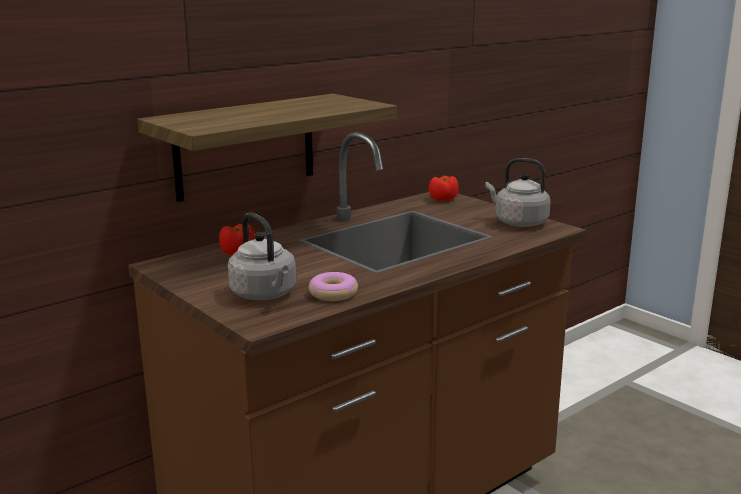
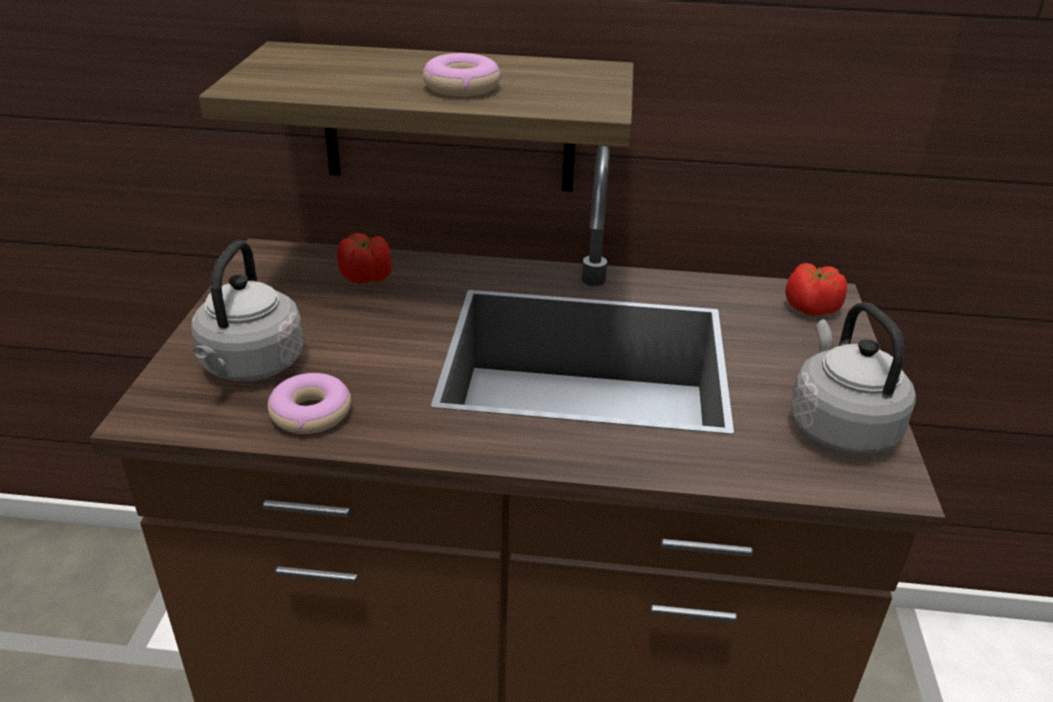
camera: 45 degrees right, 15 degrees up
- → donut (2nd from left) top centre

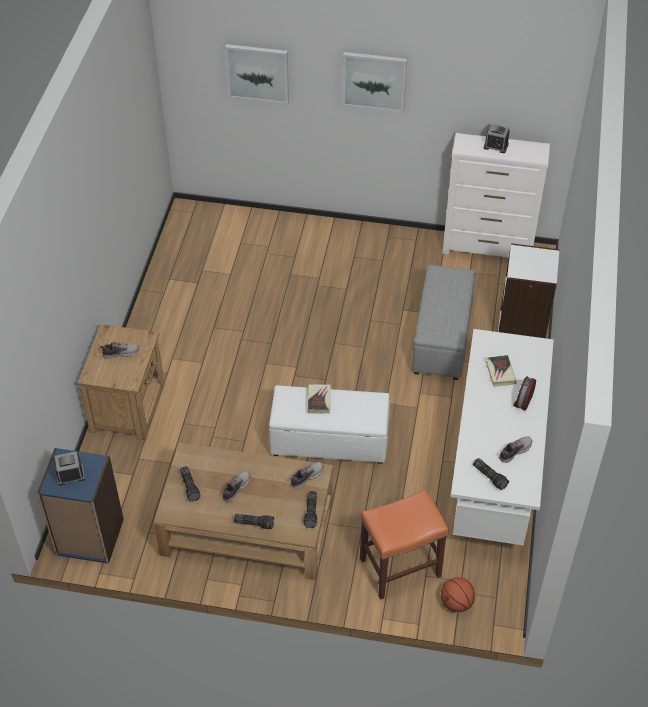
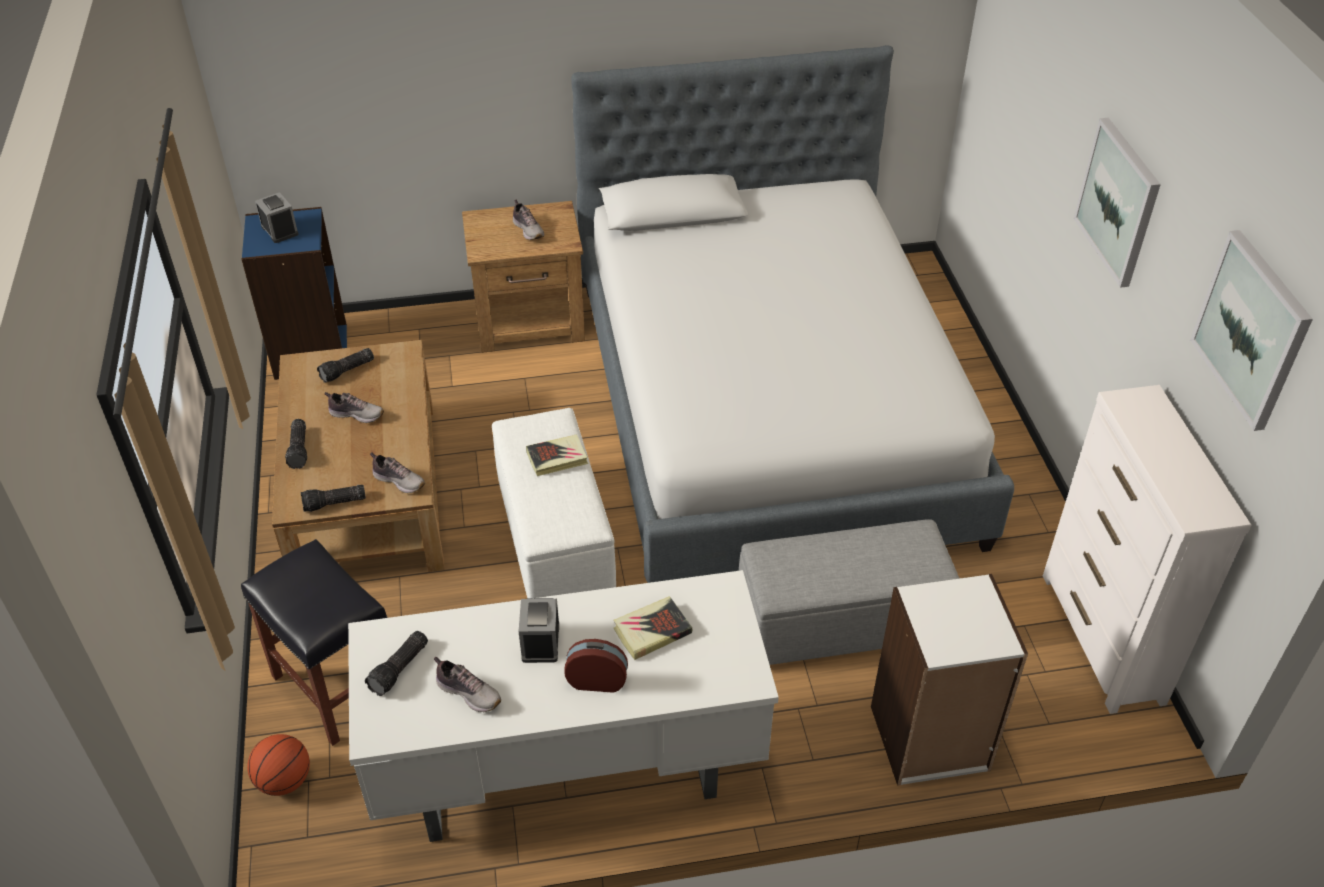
camera: 70 degrees right, 5 degrees down
orange stool bottom centre → black stool bottom left
alarm clock (2nd from left) top right → alarm clock (2nd from left) bottom centre, move
- → bed centre
picture (1st from left in the first image) top centre → picture (2nd from left) middle right, move

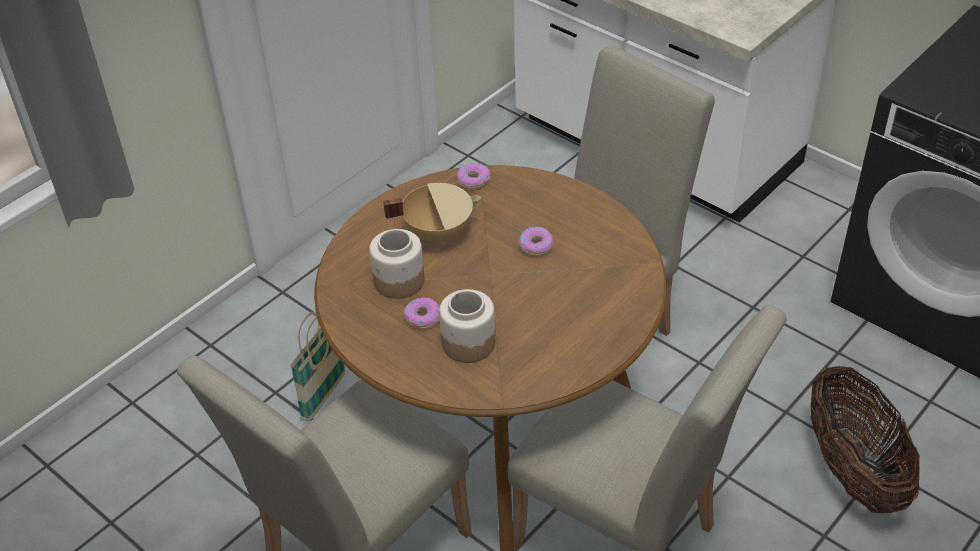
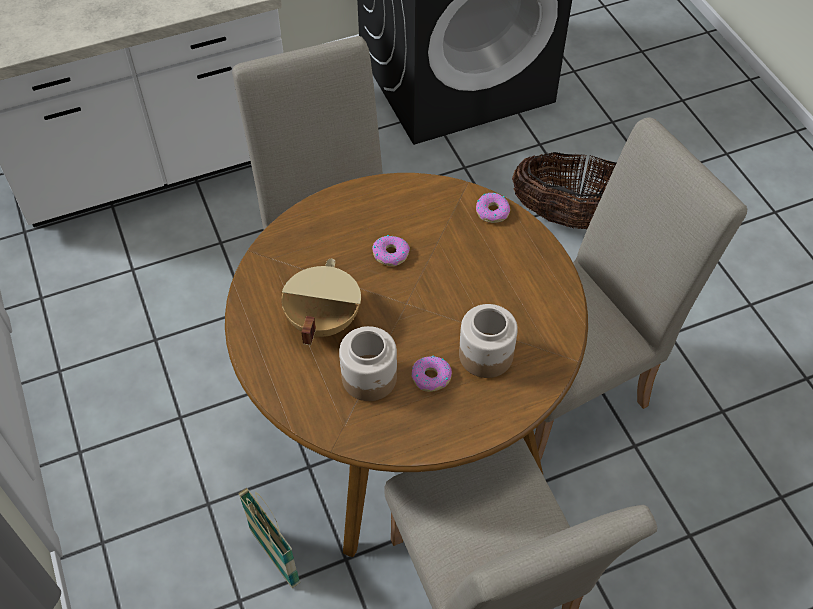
camera: 65 degrees left, 10 degrees up
donut (2nd from left in the first image) top centre → donut (3rd from left) centre, move

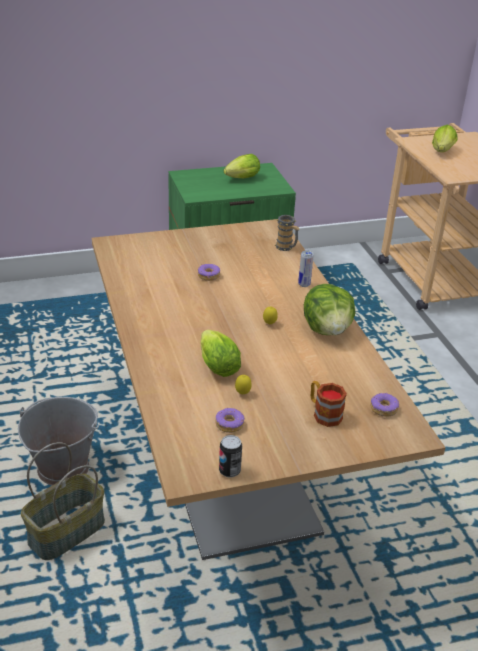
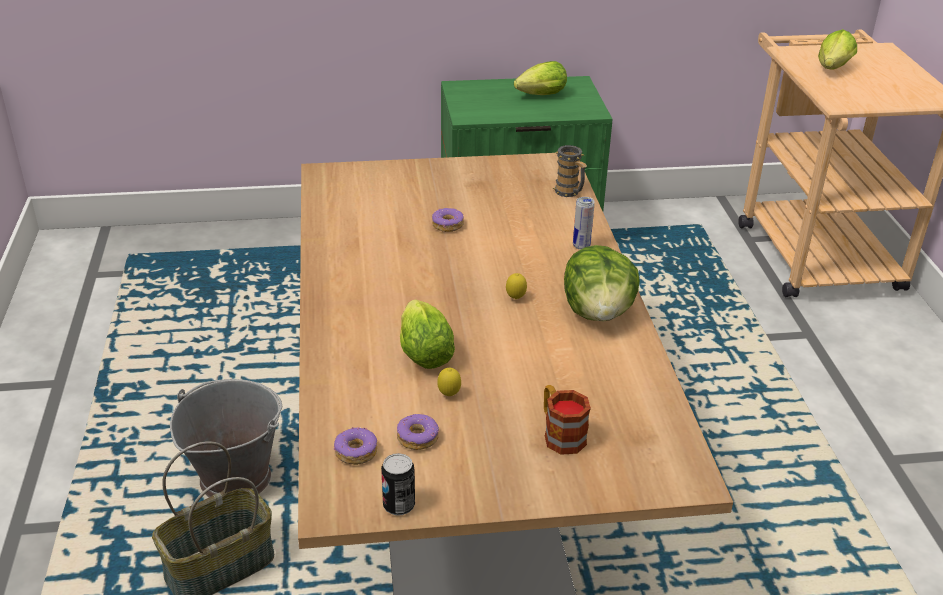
camera: 10 degrees right, 0 degrees up
donut (3rd from left in the first image) middle right → donut (1st from left) bottom centre, move

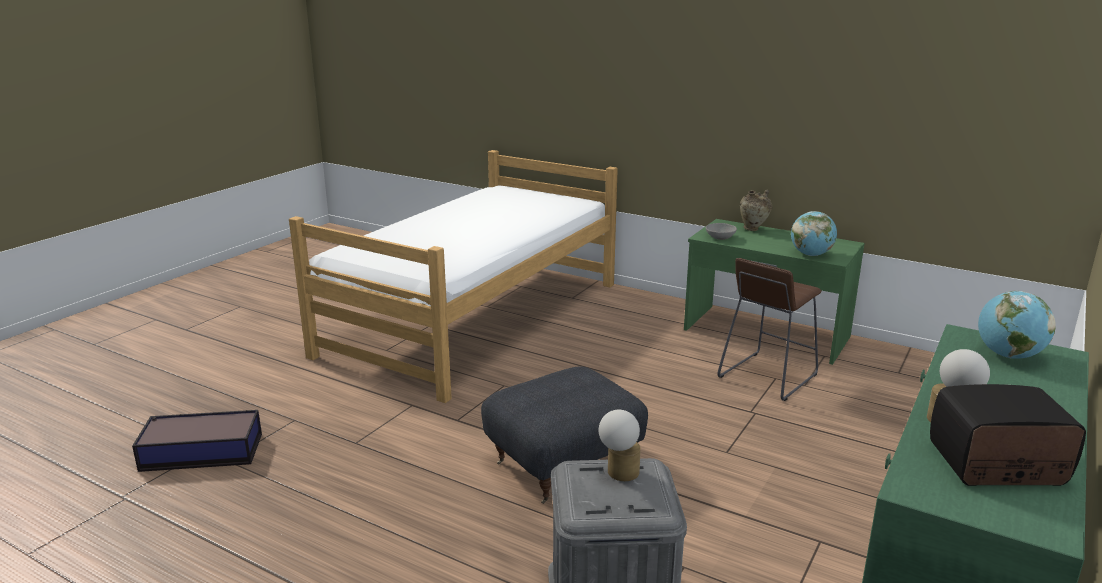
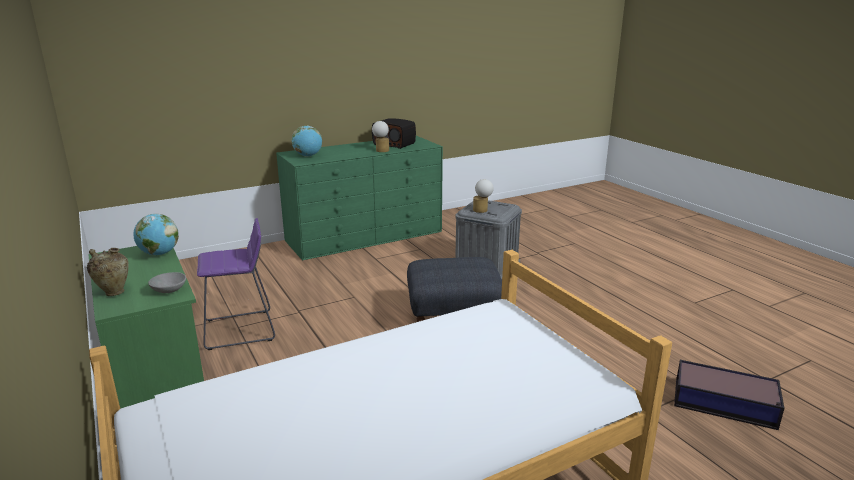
camera: 150 degrees left, 0 degrees up
brown stool middle right → purple stool middle left

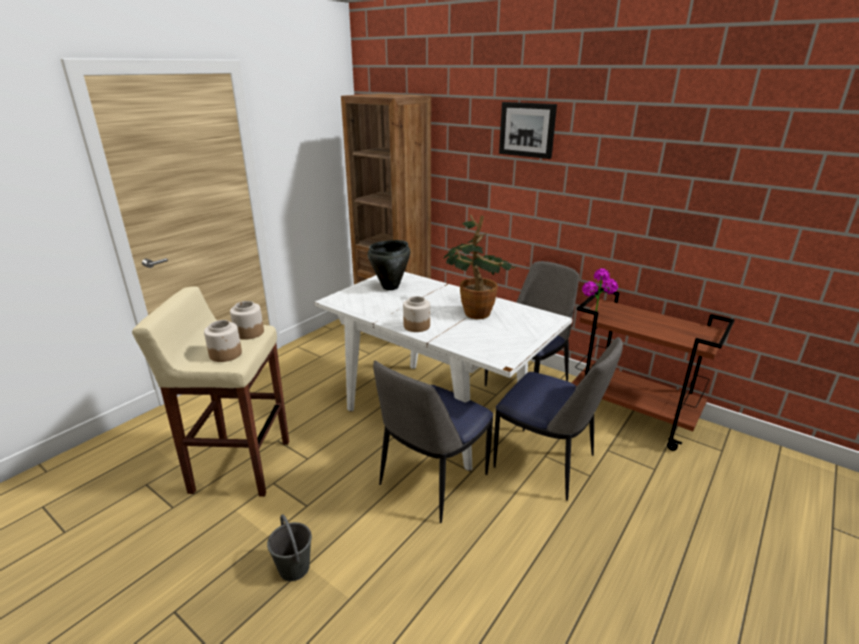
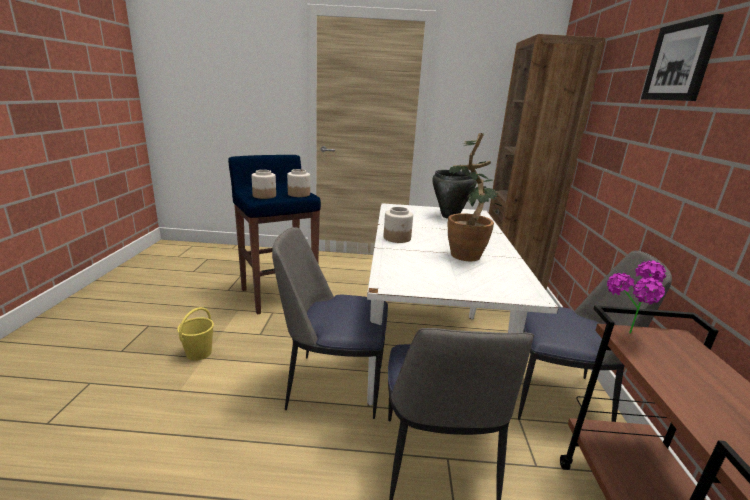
camera: 55 degrees right, 5 degrees down
grey bucket bottom centre → yellow bucket bottom left
beige stool middle left → blue stool centre

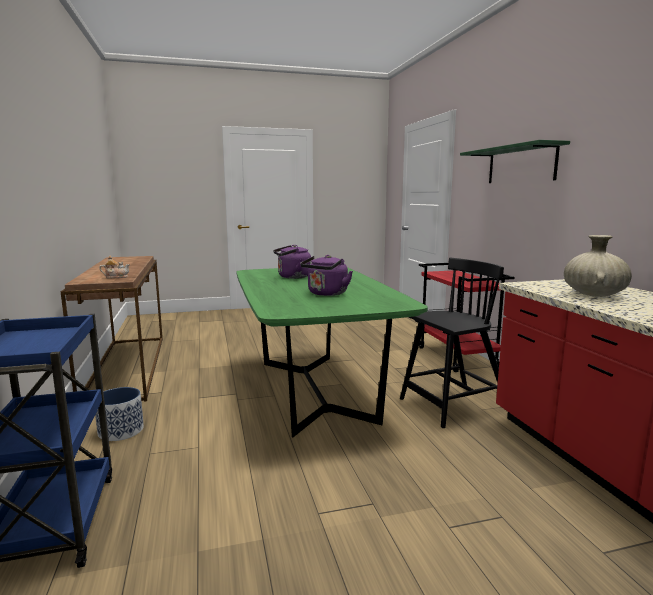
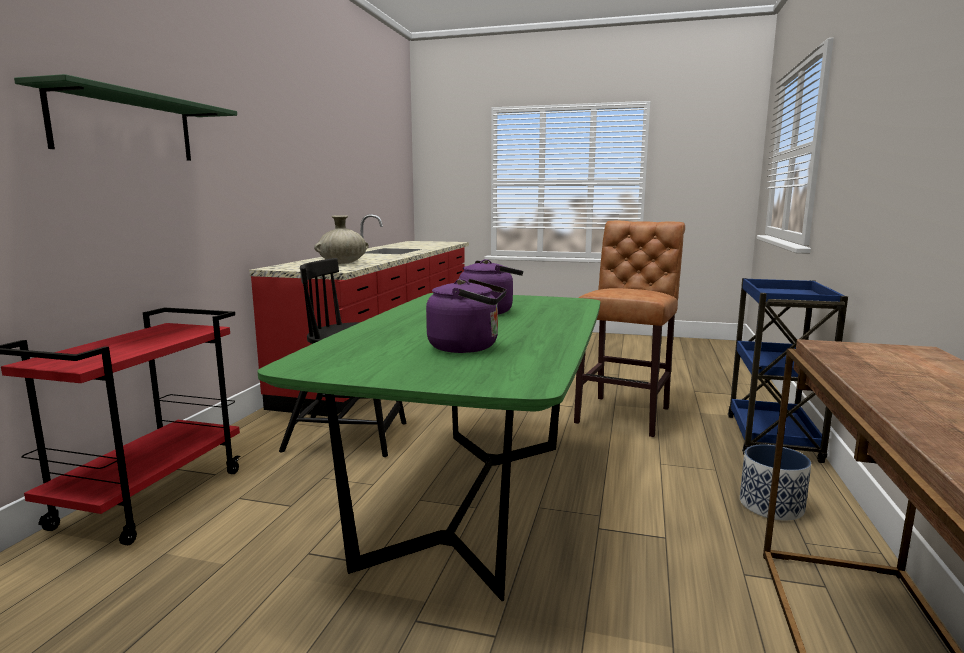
camera: 150 degrees left, 0 degrees up
- → brown stool centre
teapot middle left → -

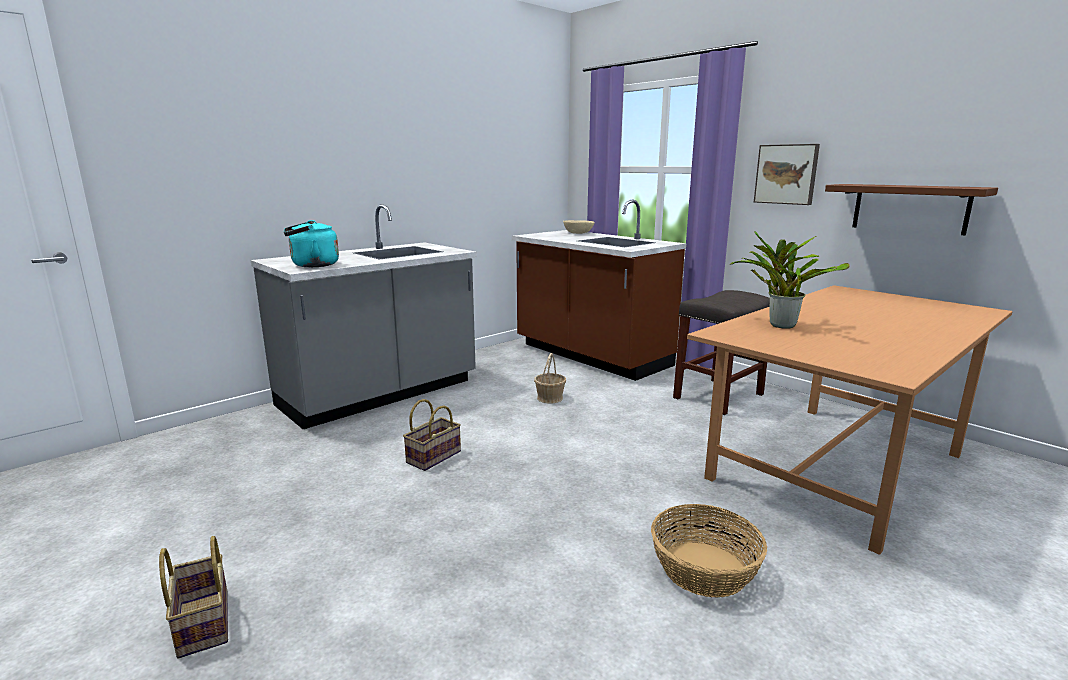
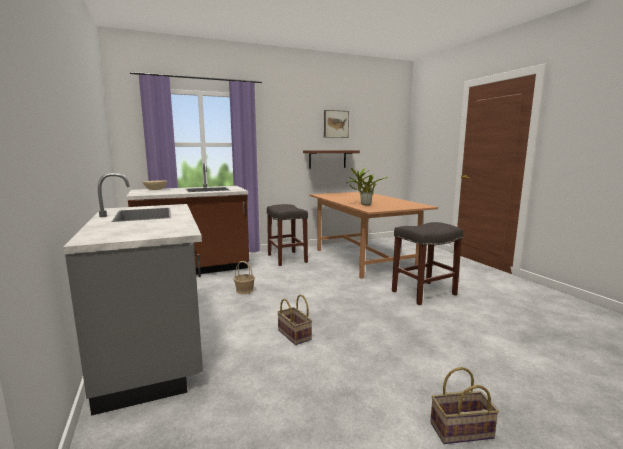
camera: 70 degrees left, 5 degrees down
picture top right → picture top centre, move
basket (4th from left) bottom centre → grey stool (2nd from left) middle right
turquoise kettle middle left → -

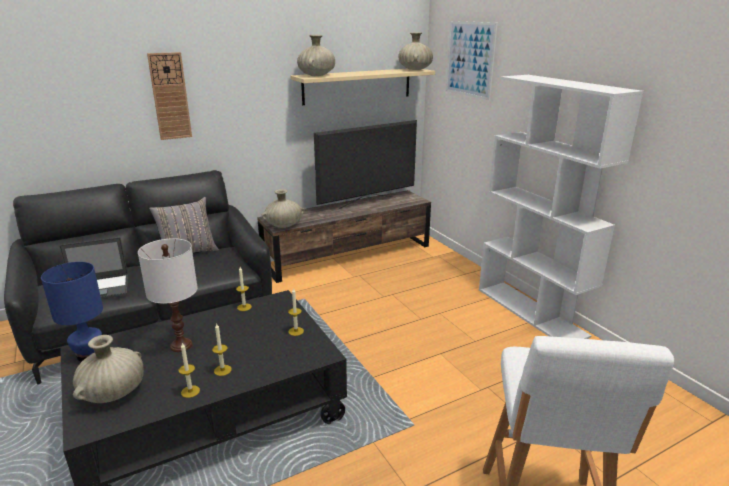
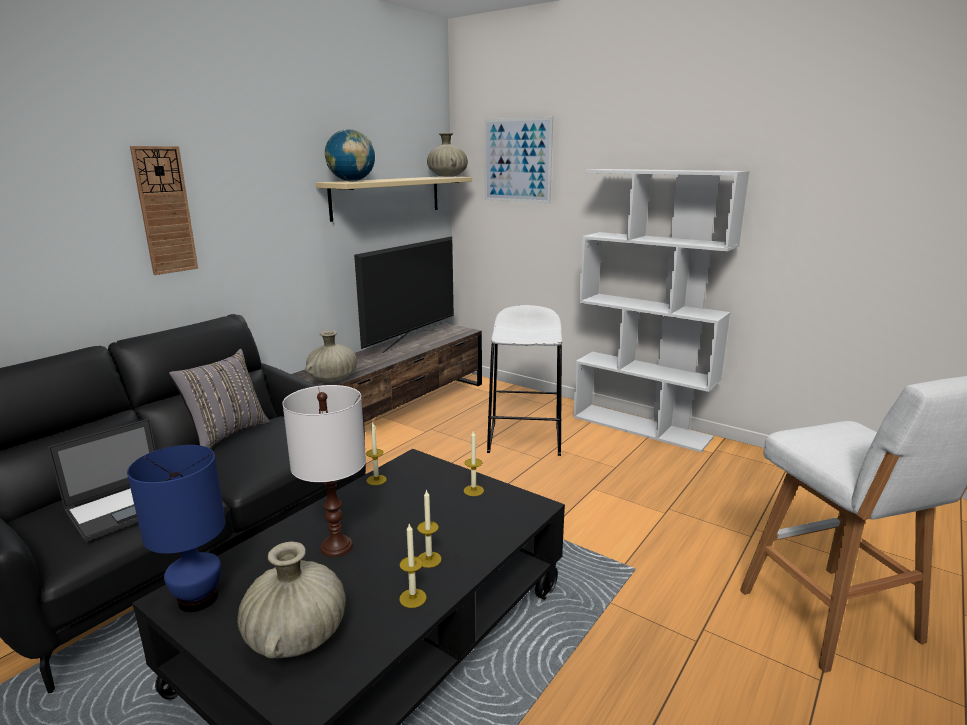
camera: 25 degrees left, 5 degrees down
beige vase (3rd from left) top centre → globe top centre
- → white stool (1st from left) centre

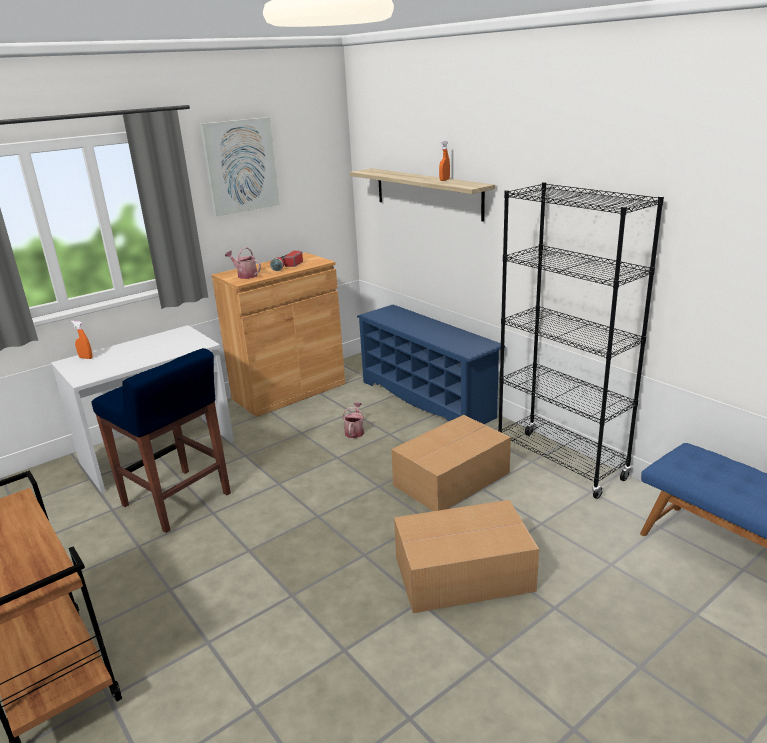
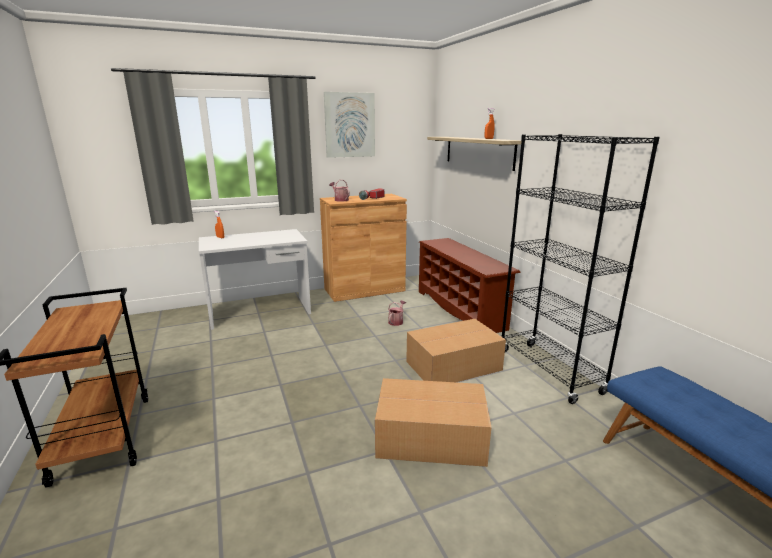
camera: 15 degrees right, 5 degrees down
blue shoe rack centre → brown shoe rack centre
blue stool middle left → -

